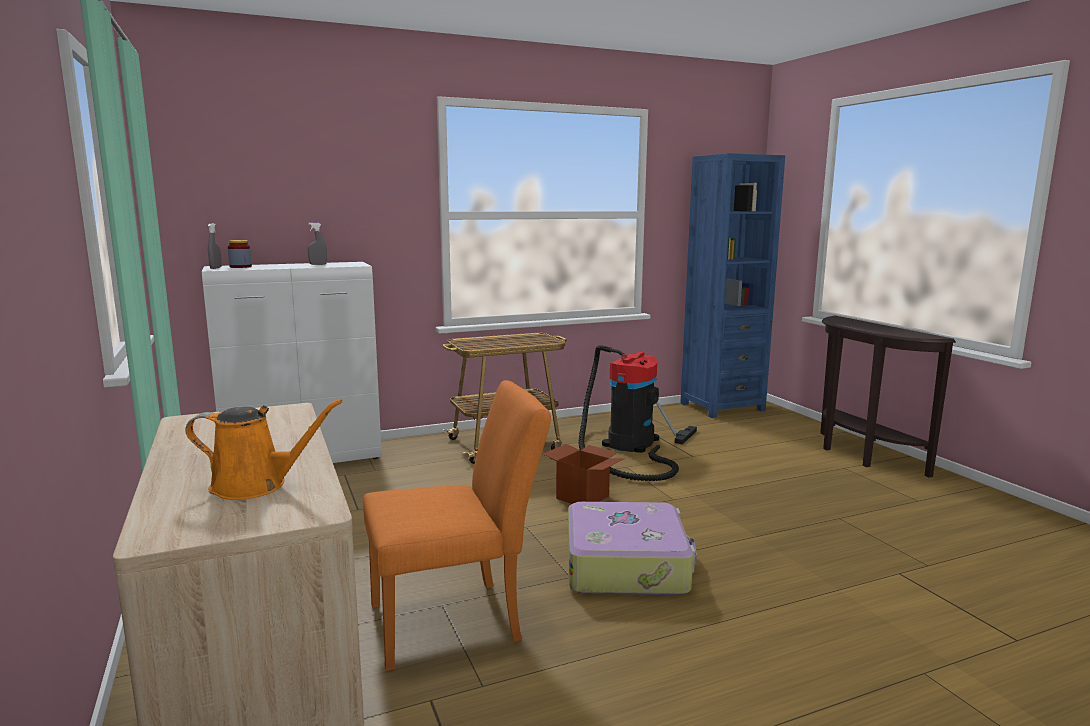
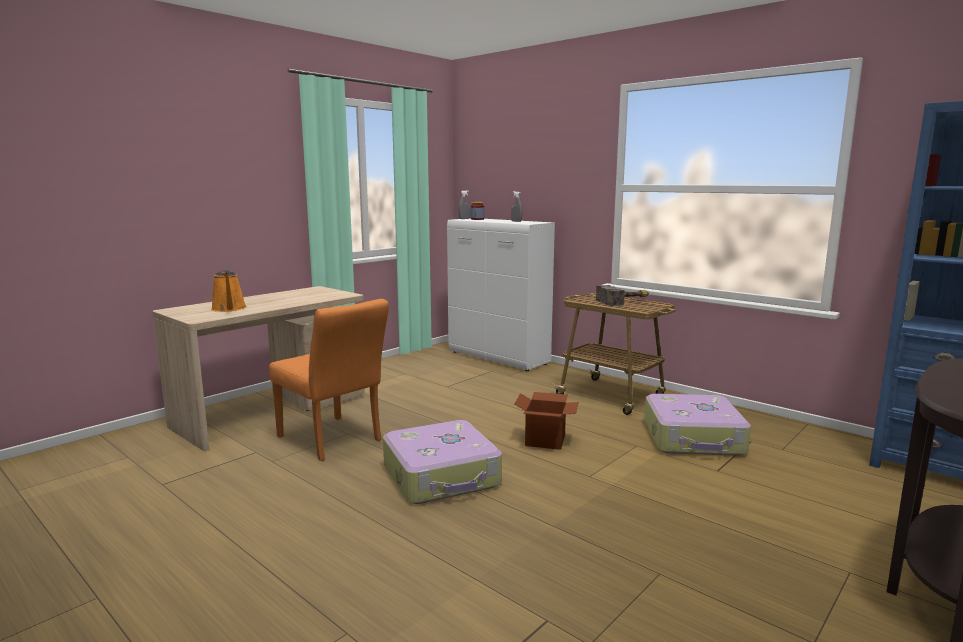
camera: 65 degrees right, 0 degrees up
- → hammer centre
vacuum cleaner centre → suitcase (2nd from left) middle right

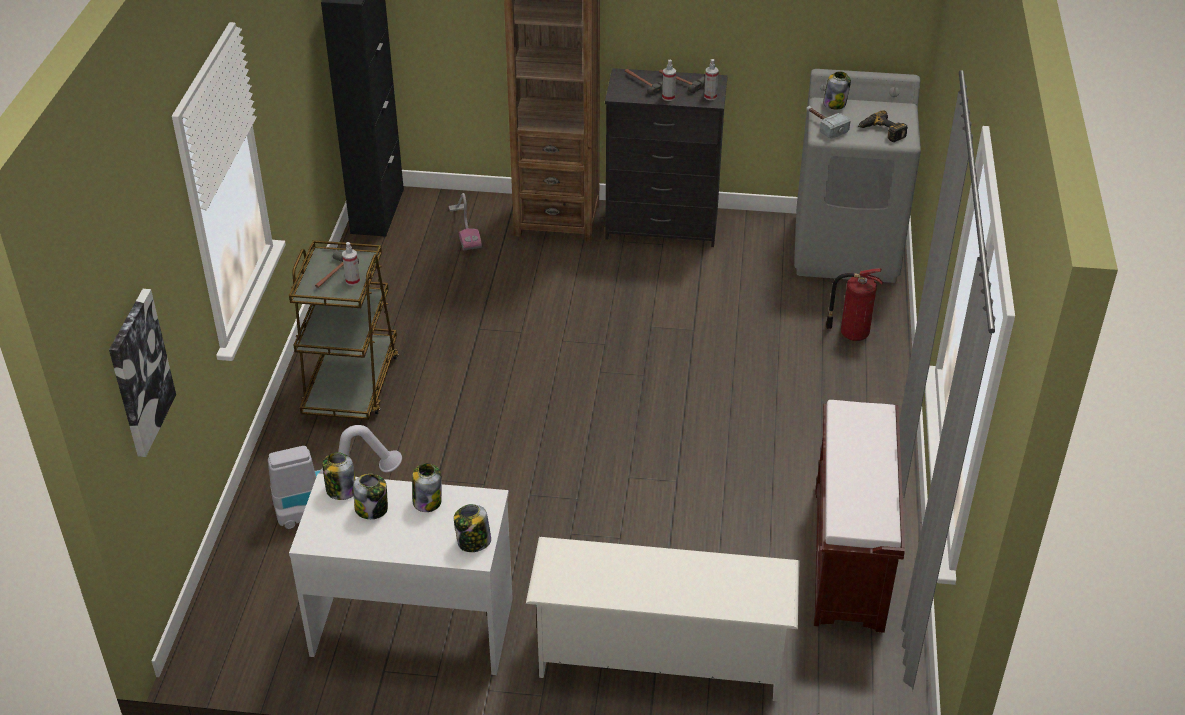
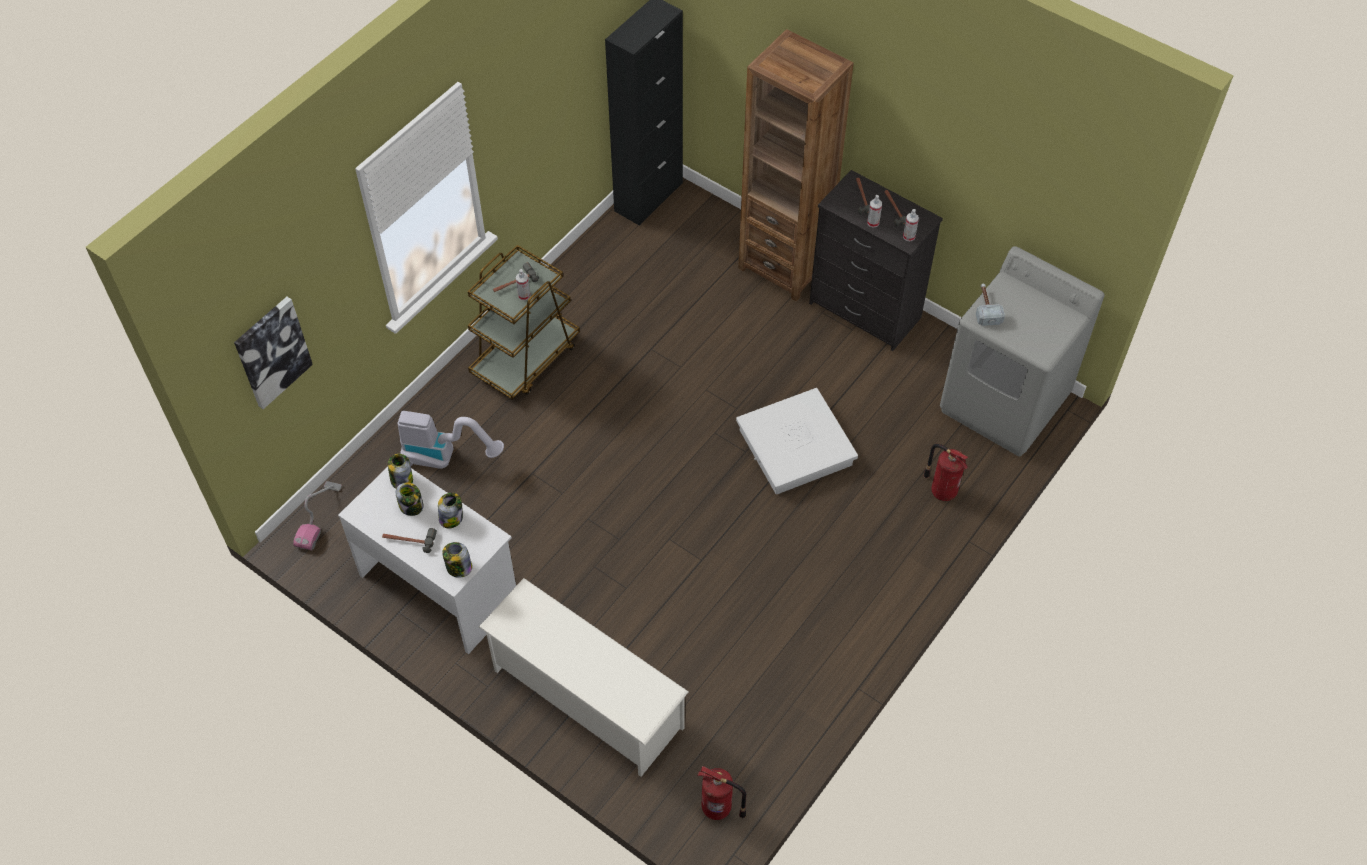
camera: 30 degrees right, 15 degrees up
vacuum cleaner (2nd from left in the first image) top centre → vacuum cleaner (1st from left) middle left, move
- → hammer (1st from left) middle left
- → fire extinguisher (1st from left) bottom centre
- → white storage box centre
brown bench bottom right → -
jar (5th from left) top right → -
power drill top right → -

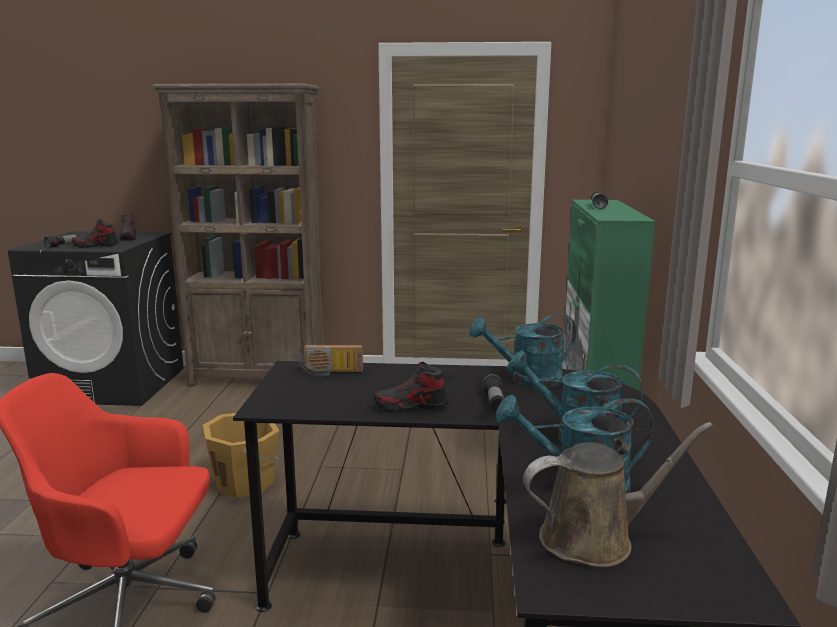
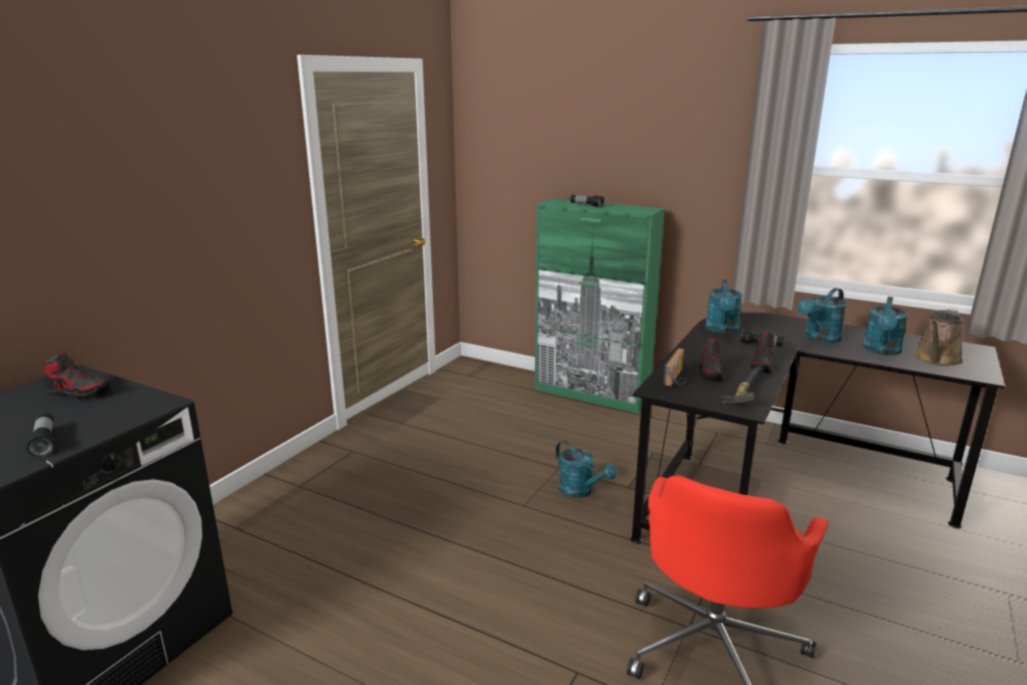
camera: 65 degrees left, 5 degrees up
- → turquoise watering can (1st from left) bottom centre
shoe (1st from left in the first image) middle left → shoe (2nd from left) middle right, move
- → hammer middle right
brown watering can bottom right → brown watering can middle right, 150 degrees counterclockwise
brown bookcase middle left → -
orange bucket bottom left → -

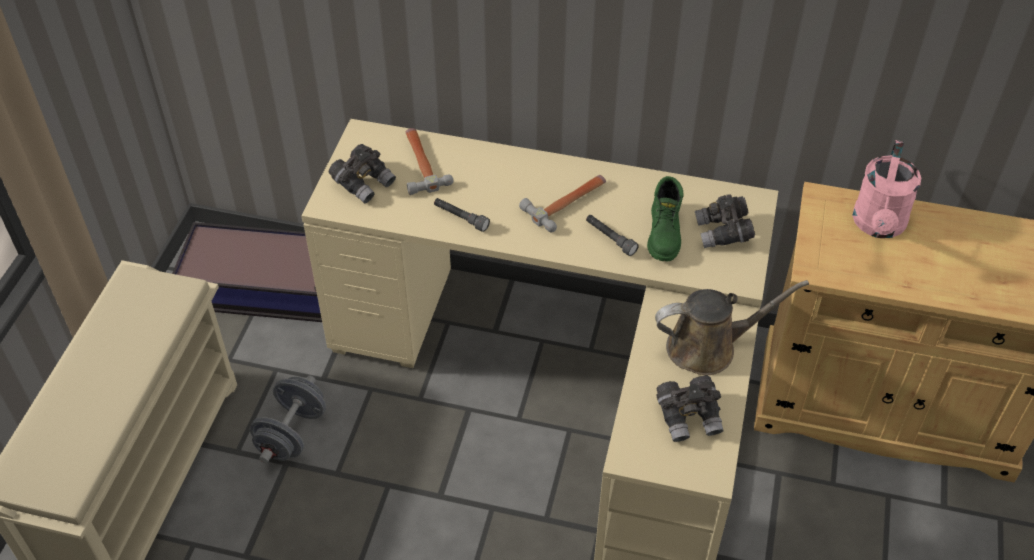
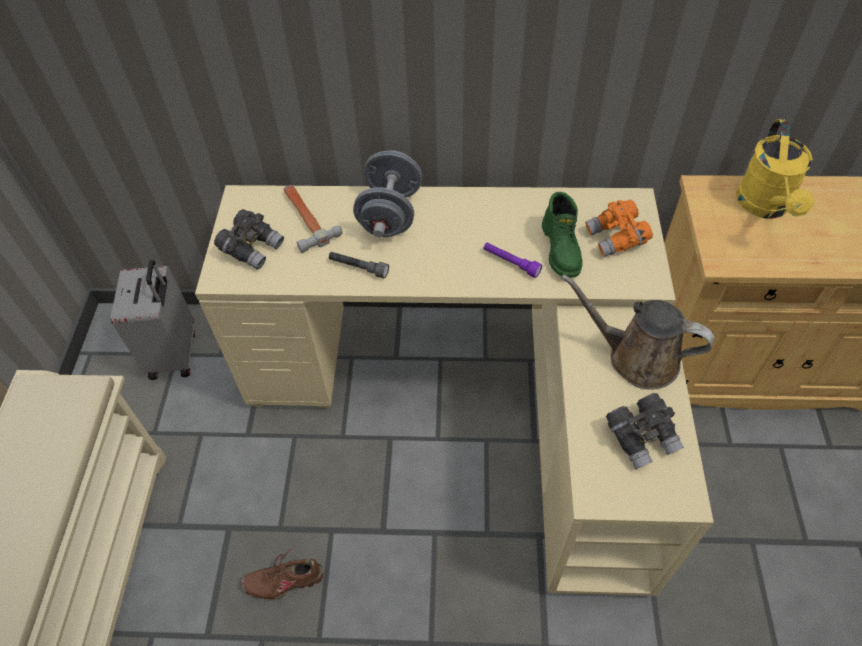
camera: 10 degrees left, 5 degrees up
storage box middle left → grey suitcase middle left
- → brown shoe bottom left
grey dumbbell bottom left → grey dumbbell top centre, move
grey flashlight (2nd from left) centre → purple flashlight centre
brown watering can middle right, 135 degrees counterclockwise
grey binoculars (3rd from left) middle right → orange binoculars middle right
pink watering can middle right → yellow watering can top right
hammer (2nd from left) centre → -

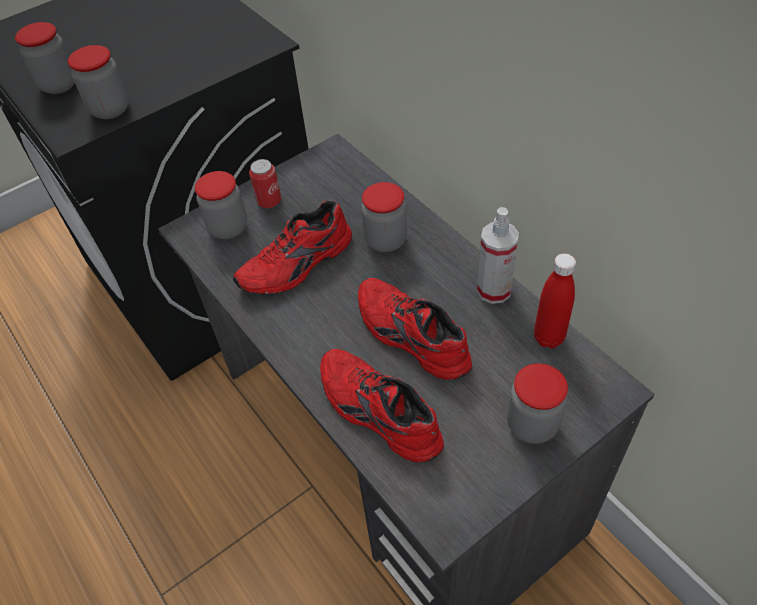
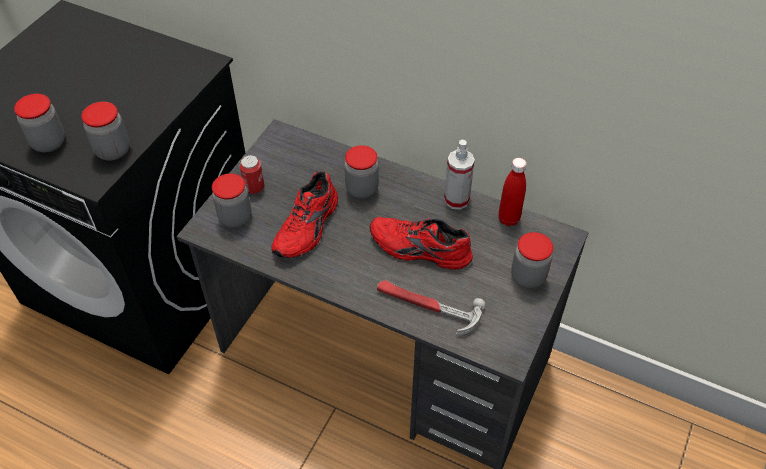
camera: 30 degrees left, 0 degrees up
red shoe (2nd from left) bottom centre → hammer centre

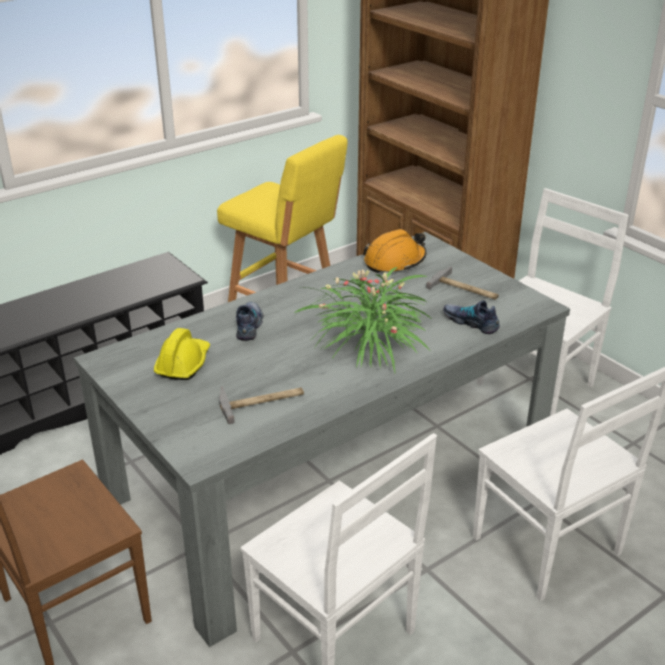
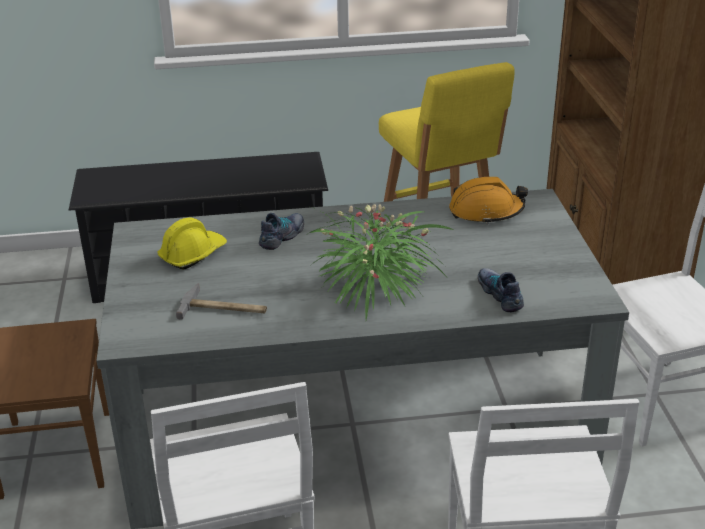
camera: 30 degrees right, 0 degrees up
hammer (2nd from left) middle right → -

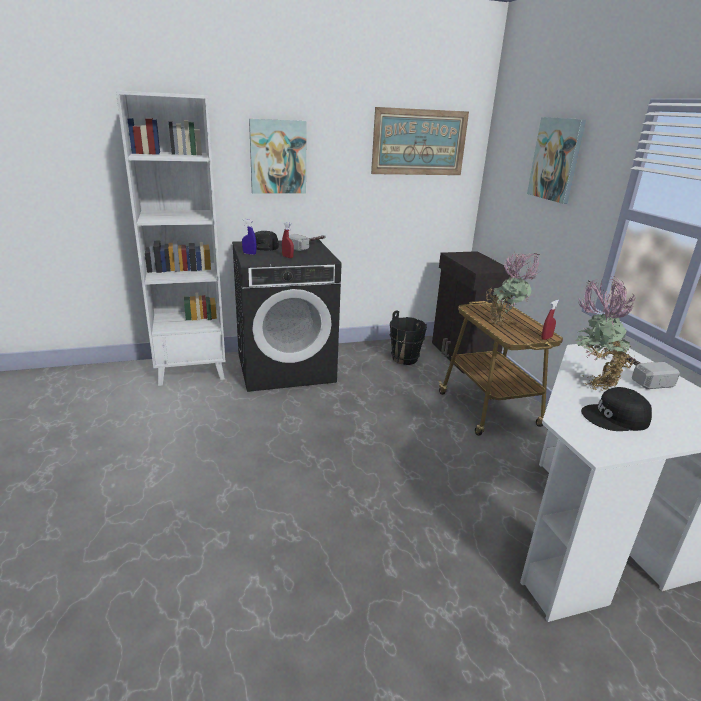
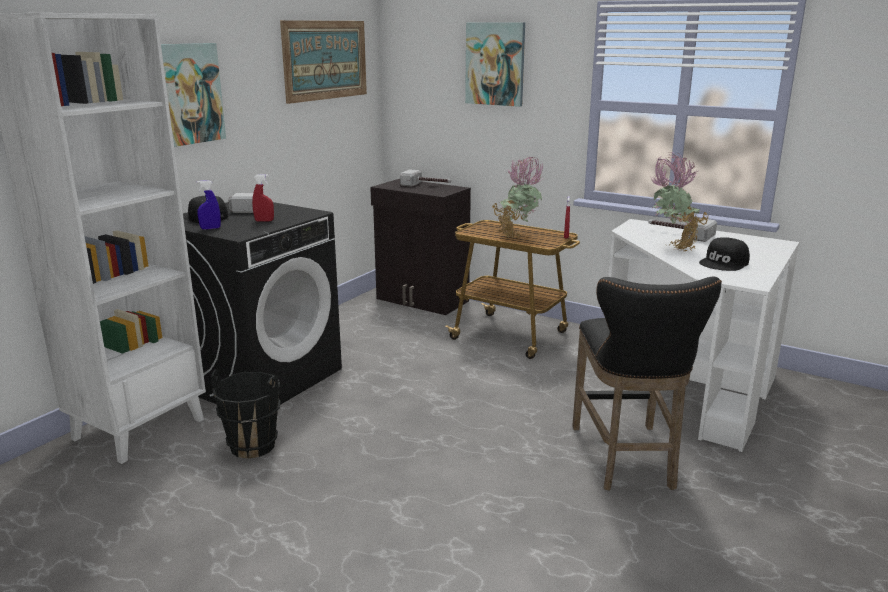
camera: 40 degrees left, 5 degrees down
black bucket centre → black bucket bottom left, move
- → hammer (2nd from left) top centre
- → black stool middle right

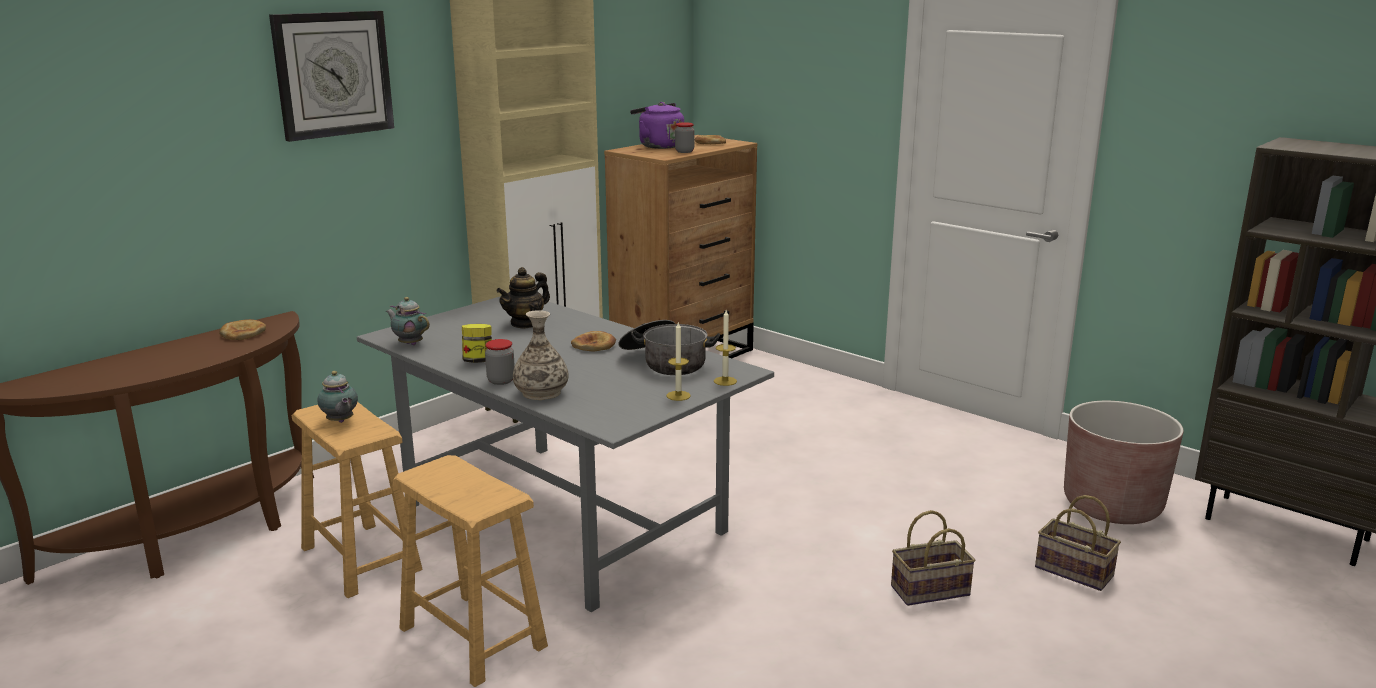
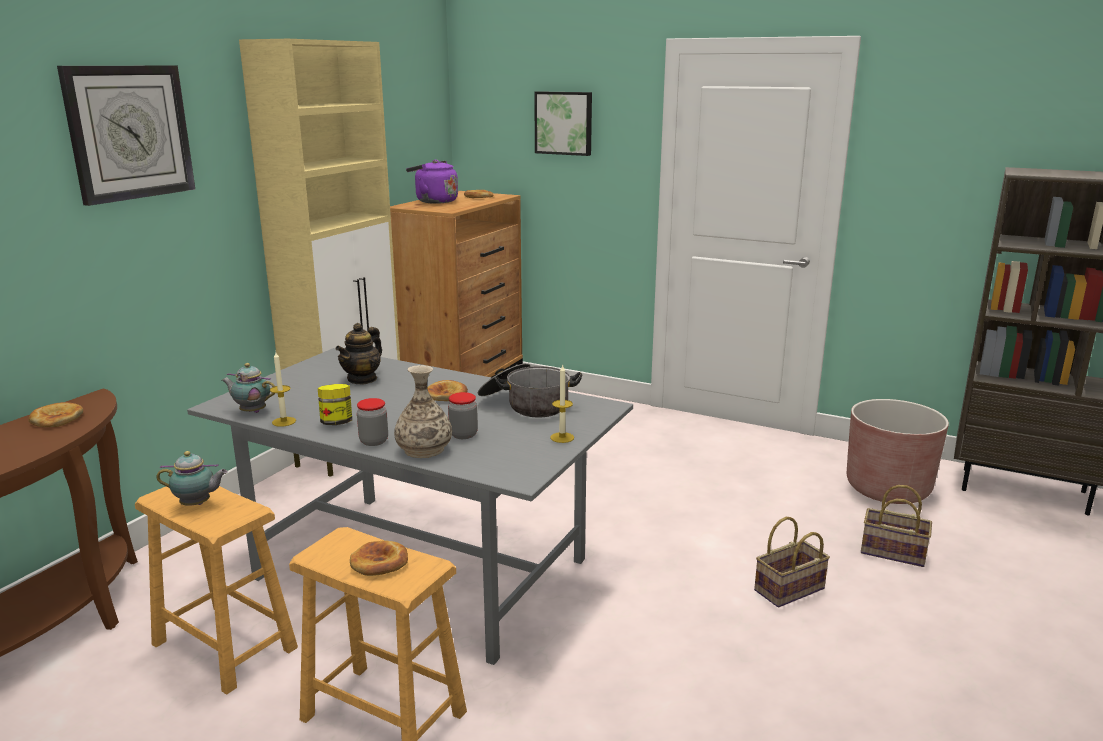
camera: 15 degrees left, 0 degrees up
teapot (1st from left) middle left, 45 degrees counterclockwise
candle (2nd from left in the first image) centre → candle (1st from left) middle left, move
- → bread (2nd from left) bottom centre
jar (3rd from left) top centre → jar (3rd from left) centre, move
- → picture top centre

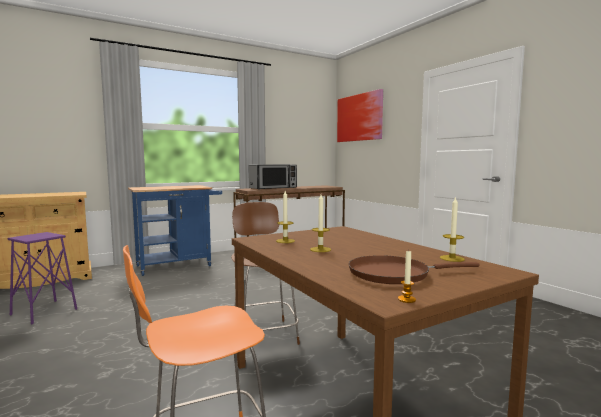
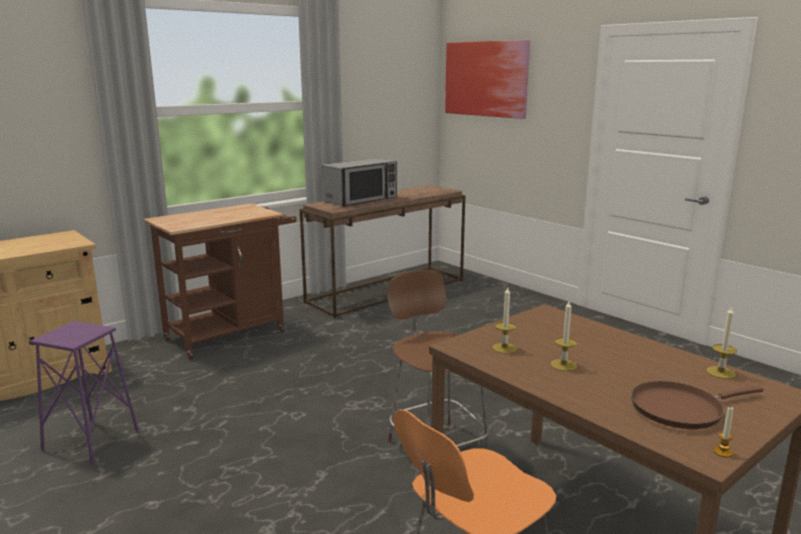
camera: 10 degrees left, 10 degrees up
blue cart middle left → brown cart middle left

